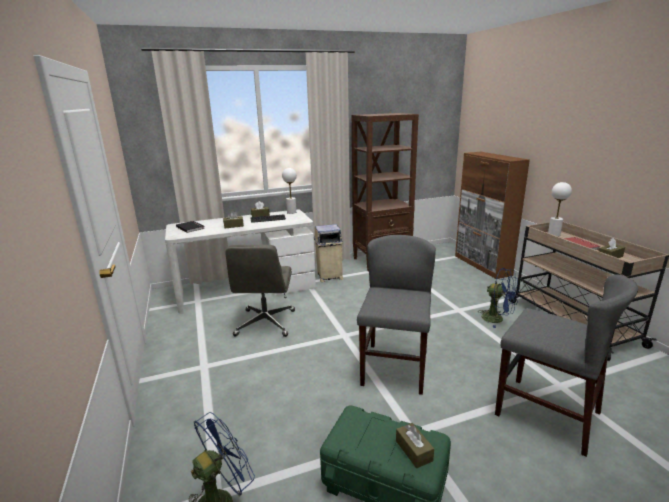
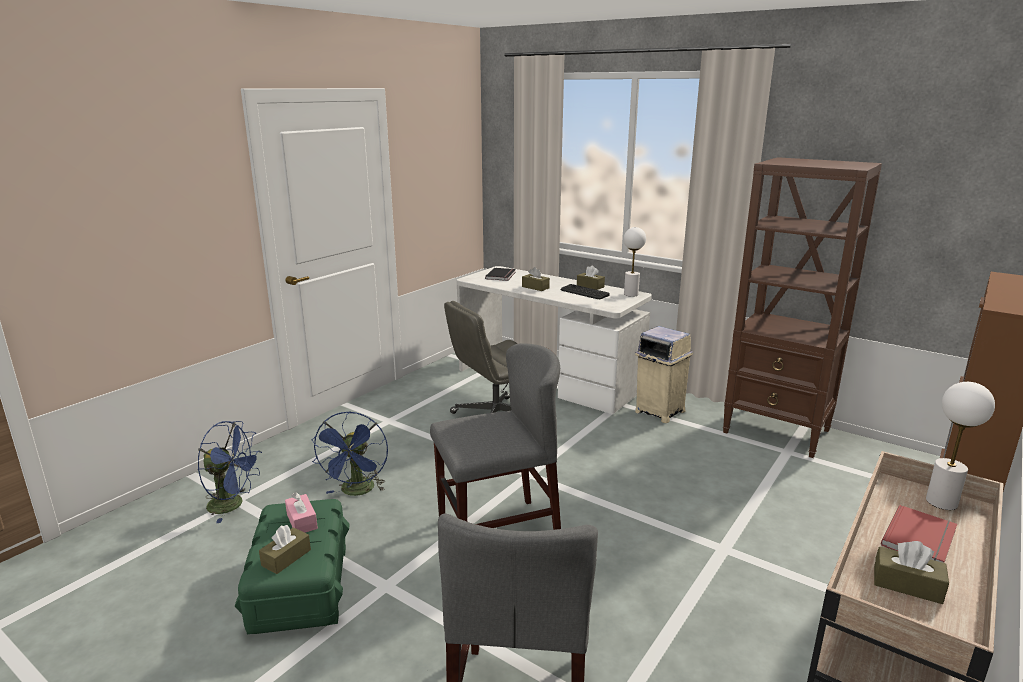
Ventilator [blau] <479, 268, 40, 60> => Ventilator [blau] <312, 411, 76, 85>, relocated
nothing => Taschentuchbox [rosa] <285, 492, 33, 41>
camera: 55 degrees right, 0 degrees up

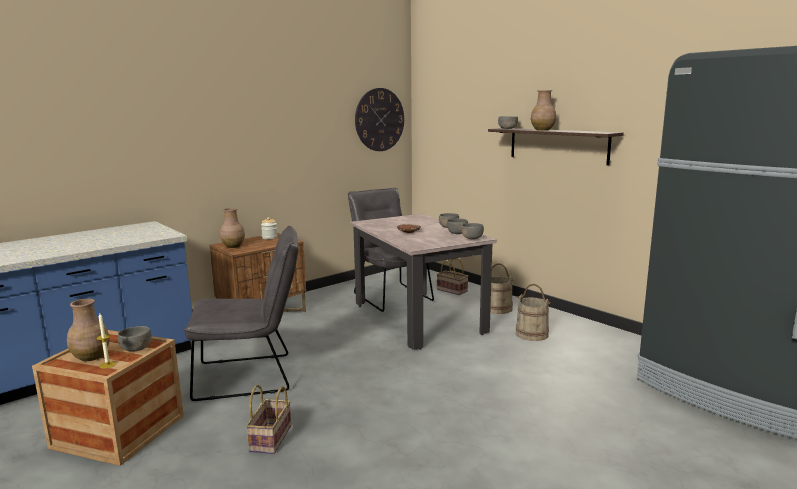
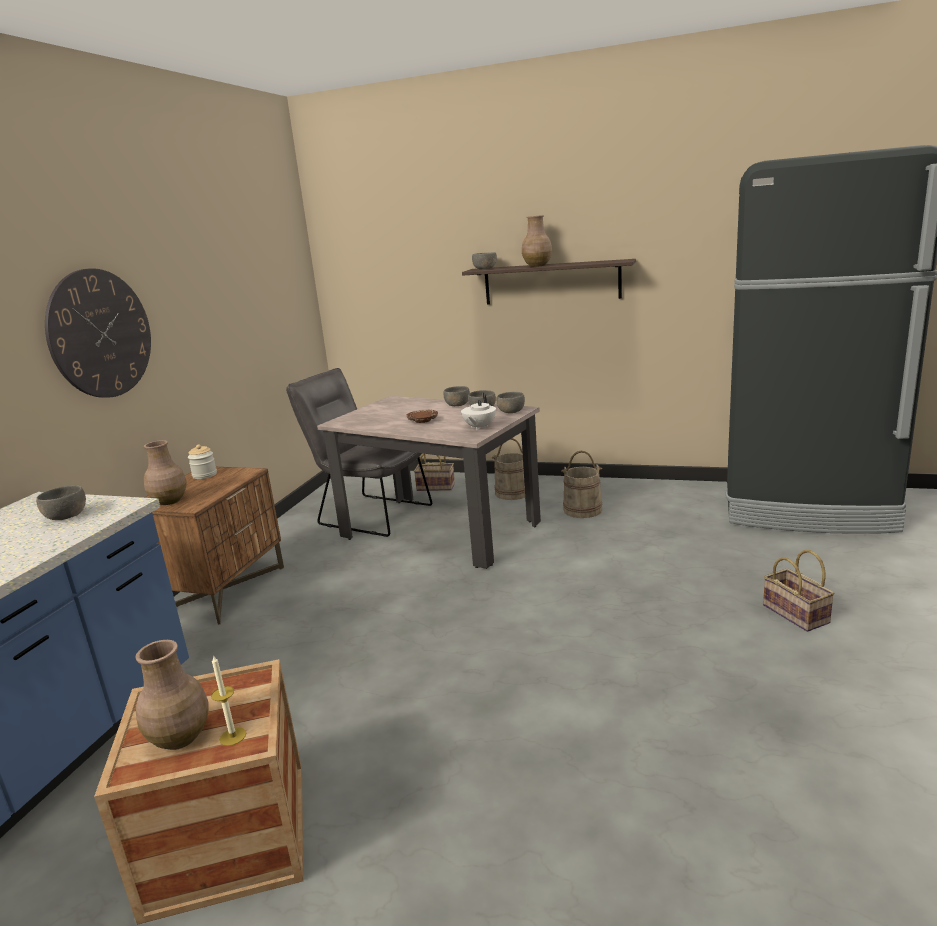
Schüssel [grau] <118, 326, 34, 26> => Schüssel [grau] <36, 485, 50, 35>, relocated
Stuhl [grau] <183, 226, 116, 175> => nothing
Korb <246, 385, 45, 69> => Korb <763, 550, 72, 82>, relocated
Wanduhr <355, 88, 49, 63> => Wanduhr <45, 268, 106, 130>, relocated
nothing => Teekanne [weiß] <461, 393, 35, 37>
camera: 30 degrees left, 5 degrees up

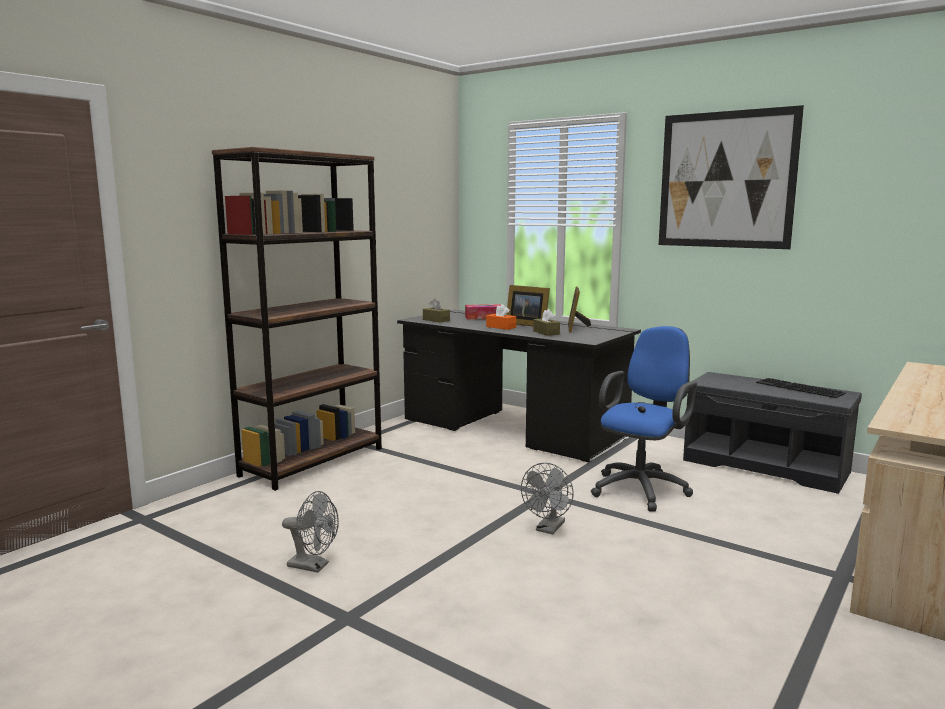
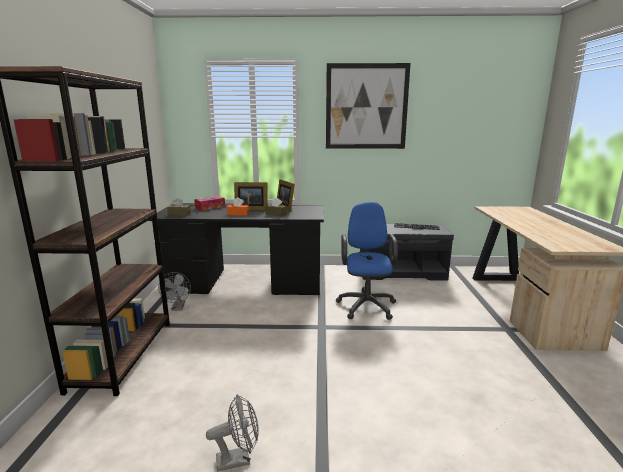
Ventilator [grau] <521, 463, 52, 71> => Ventilator [grau] <158, 272, 33, 39>, relocated
camera: 35 degrees left, 5 degrees up

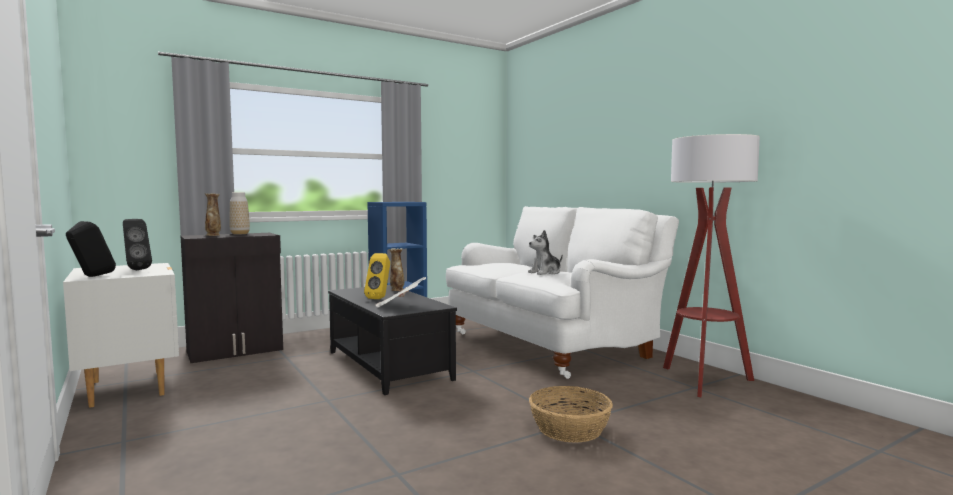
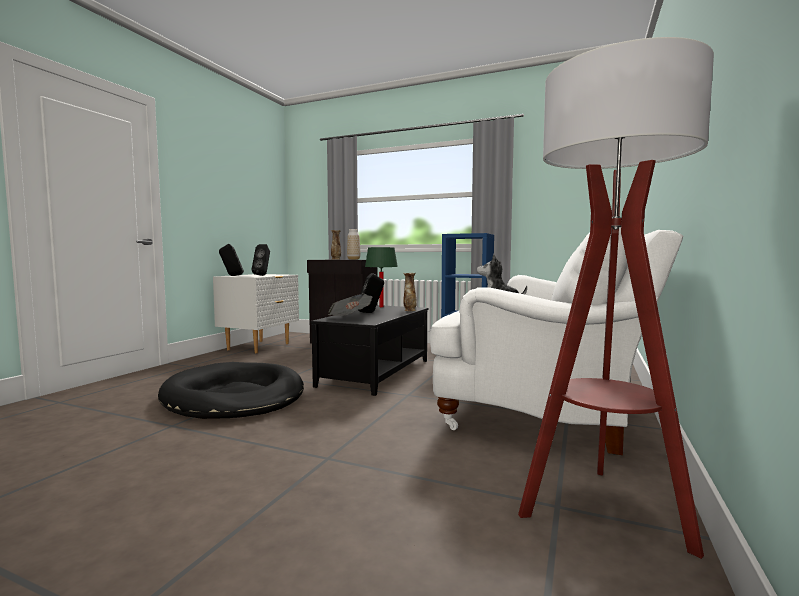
Lautsprecher [gelb] <364, 253, 26, 46> => Lautsprecher [schwarz] <358, 273, 26, 40>
Korb <529, 386, 84, 57> => nothing
nothing => Hundebett [schwarz] <158, 362, 146, 57>
nothing => Tischlampe [grün] <365, 247, 33, 60>
camera: 55 degrees right, 0 degrees up

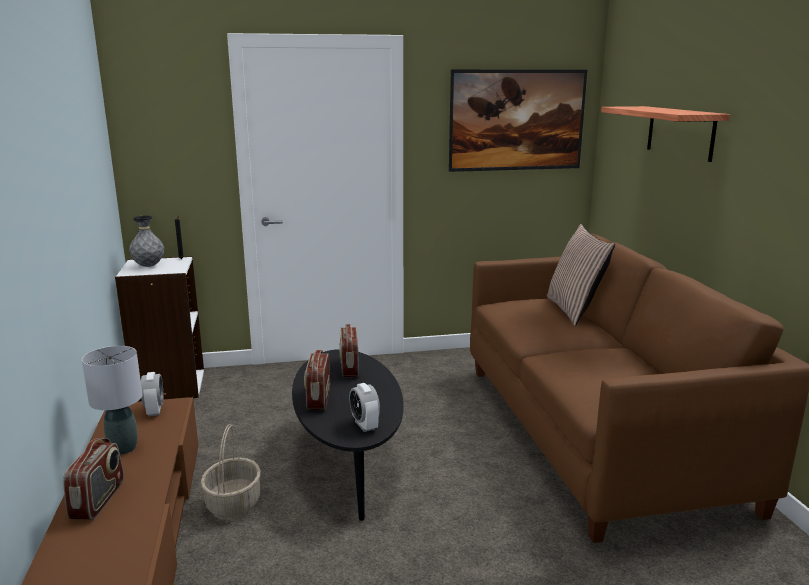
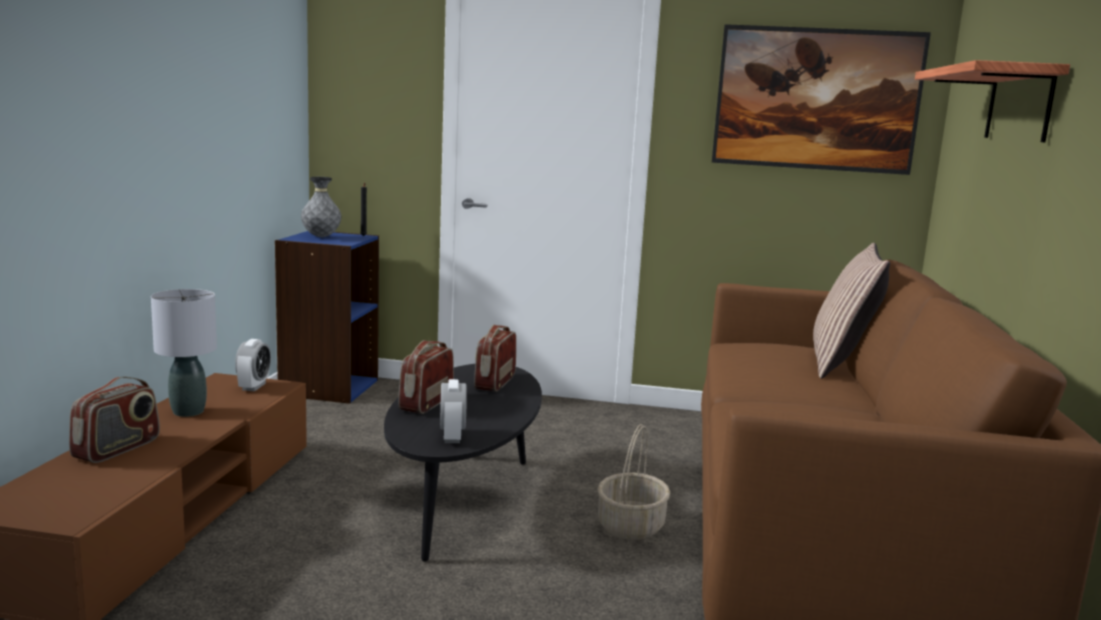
Bücherregal [weiß] <115, 256, 89, 146> => Bücherregal [blau] <275, 231, 104, 173>
Korb <201, 424, 60, 94> => Korb <597, 424, 73, 116>, relocated
camera: 20 degrees right, 5 degrees down

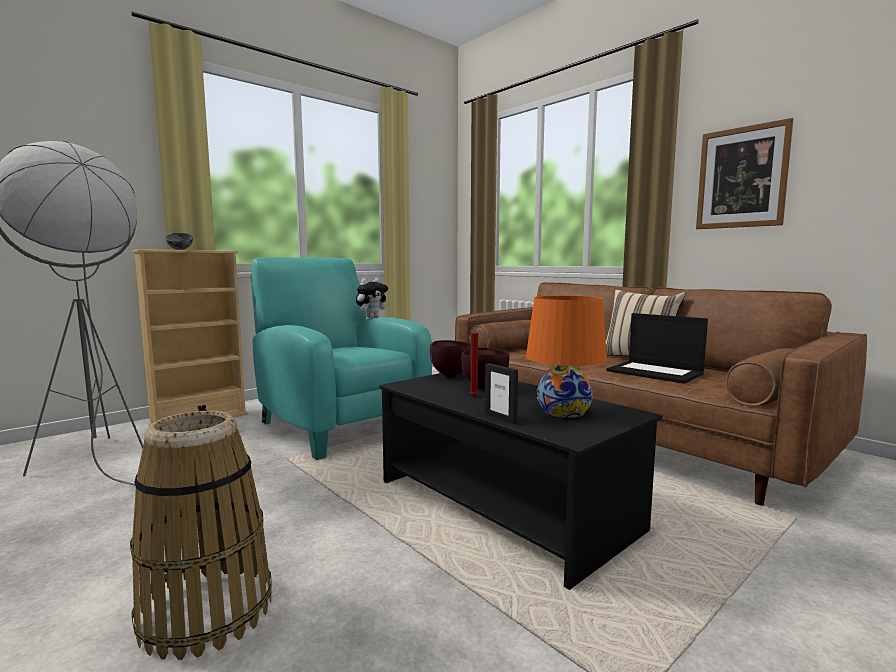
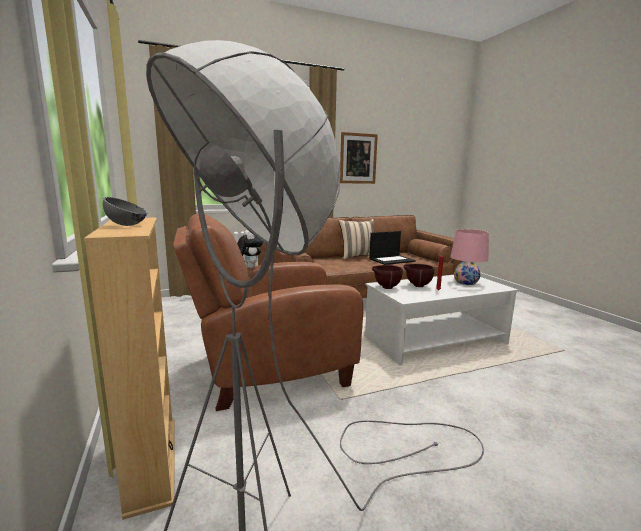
Korb <130, 411, 141, 249> => nothing
Sessel [türkis] <250, 257, 182, 203> => Sessel [braun] <173, 213, 190, 198>
Couchtisch [schwarz] <379, 373, 284, 217> => Couchtisch [weiß] <365, 275, 154, 91>
Bilderrahmen <485, 363, 33, 61> => nothing
Tischlampe [orange] <526, 295, 81, 123> => Tischlampe [rosa] <450, 229, 38, 56>
camera: 70 degrees left, 5 degrees up

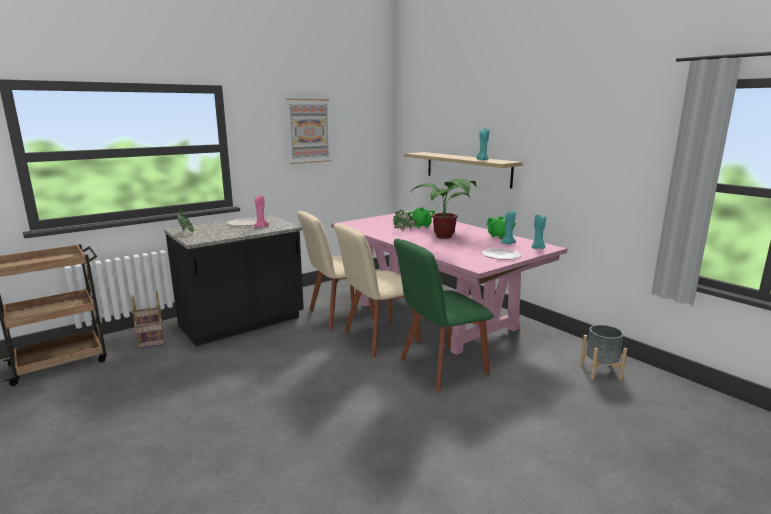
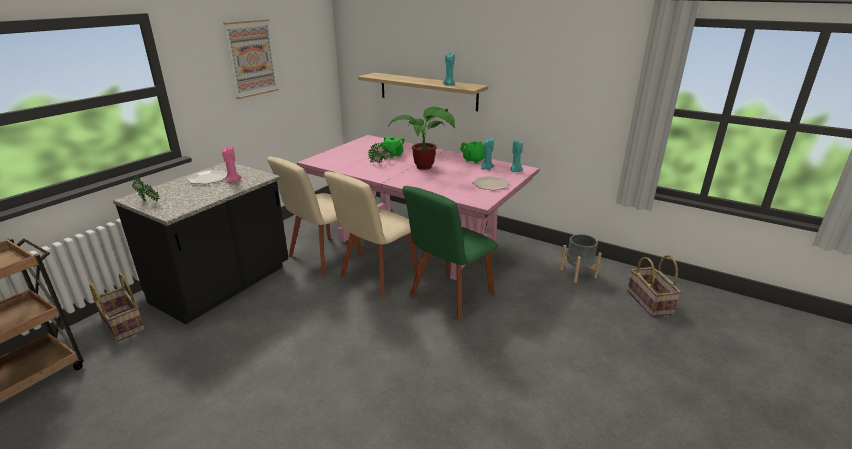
nothing => Korb <627, 255, 54, 62>
camera: 20 degrees left, 10 degrees up

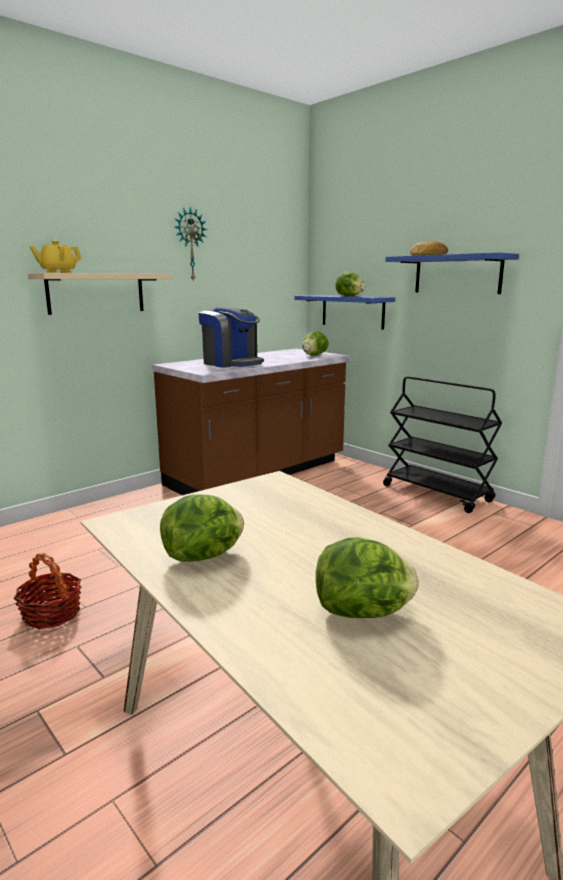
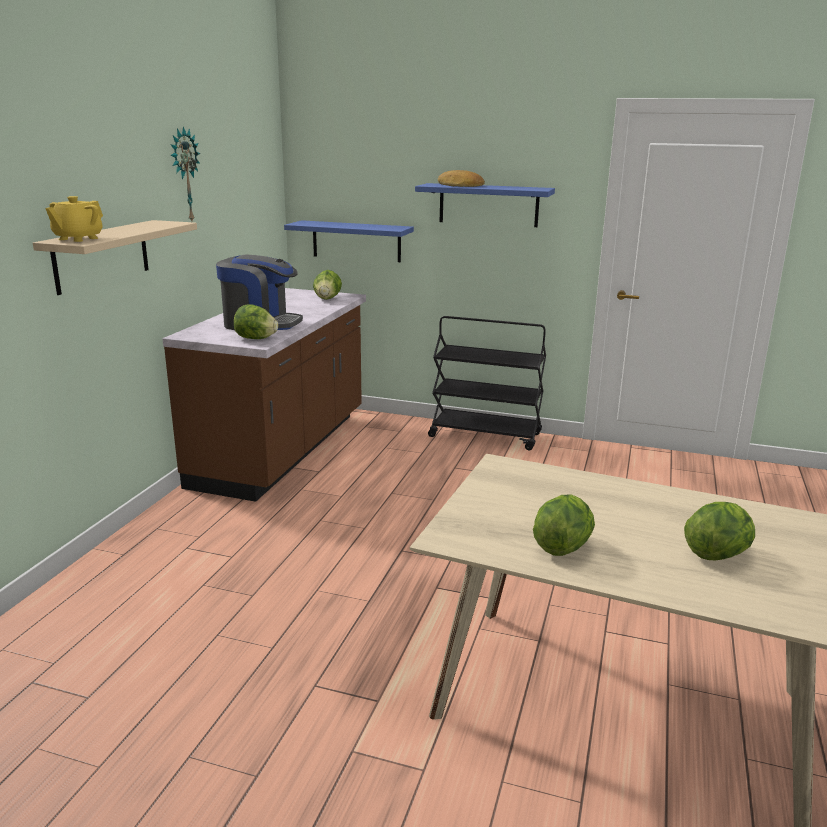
Korb <13, 553, 68, 76> => nothing
Salatkopf <335, 271, 30, 26> => Salatkopf <234, 304, 44, 35>, relocated
camera: 30 degrees left, 5 degrees up

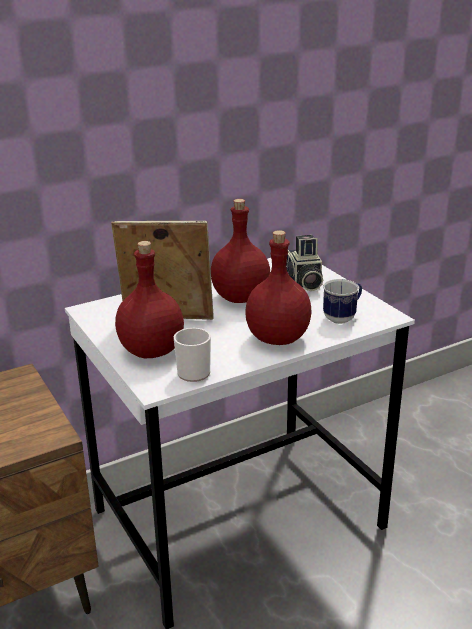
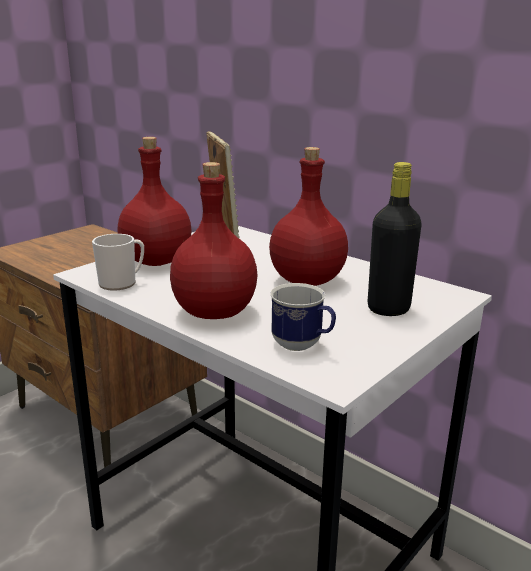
Kamera <286, 235, 37, 56> => Flasche [schwarz] <368, 162, 54, 154>
camera: 70 degrees right, 5 degrees down

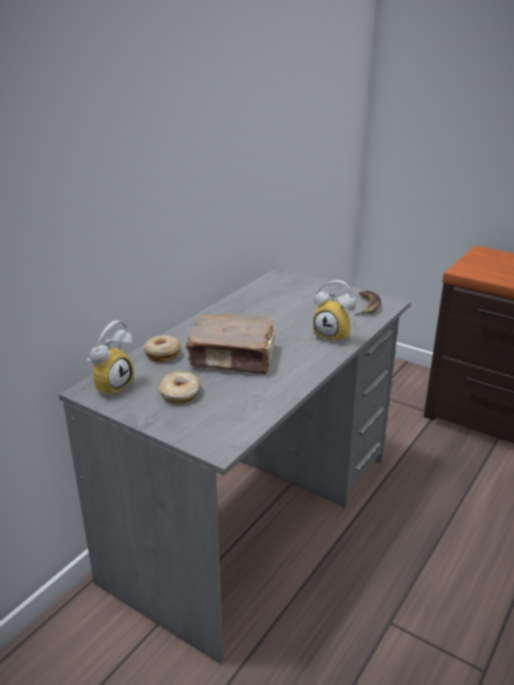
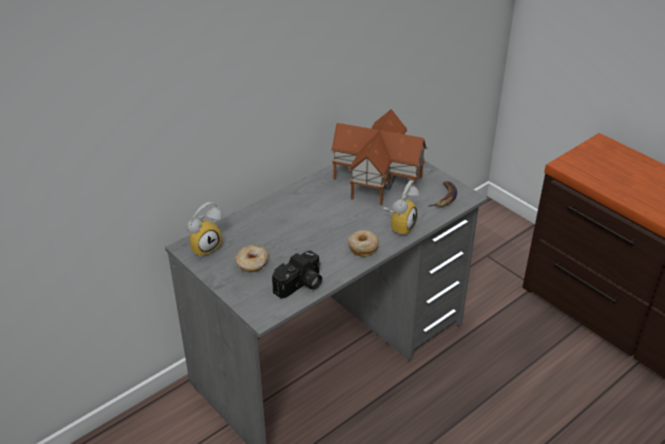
Donut <143, 335, 38, 27> => Donut <348, 230, 31, 27>, relocated
Buch [braun] <186, 315, 90, 59> => nothing
Wecker <313, 280, 43, 64> => Wecker <383, 180, 36, 56>, 105 degrees counterclockwise
nothing => Kamera <272, 250, 50, 49>
nothing => Spielzeughaus <331, 109, 97, 96>
camera: 15 degrees right, 10 degrees up

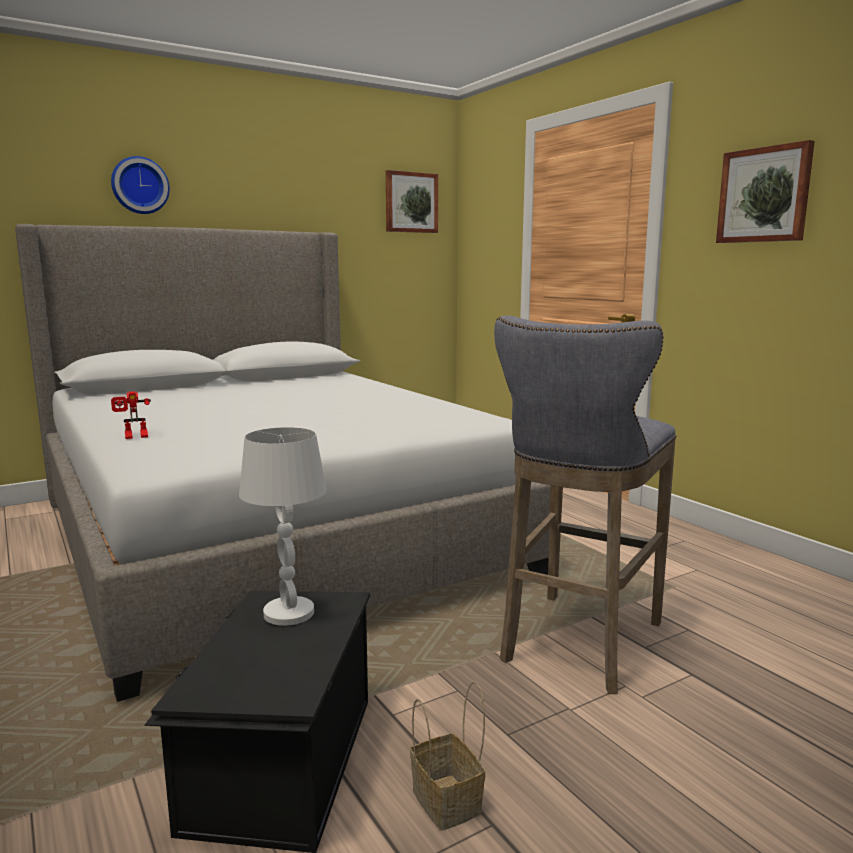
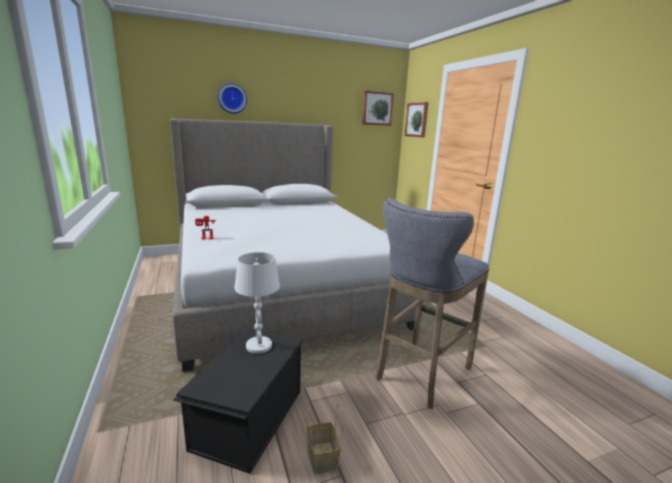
Bild <716, 140, 99, 103> => Bild <405, 102, 24, 35>, relocated
camera: 10 degrees right, 5 degrees up

